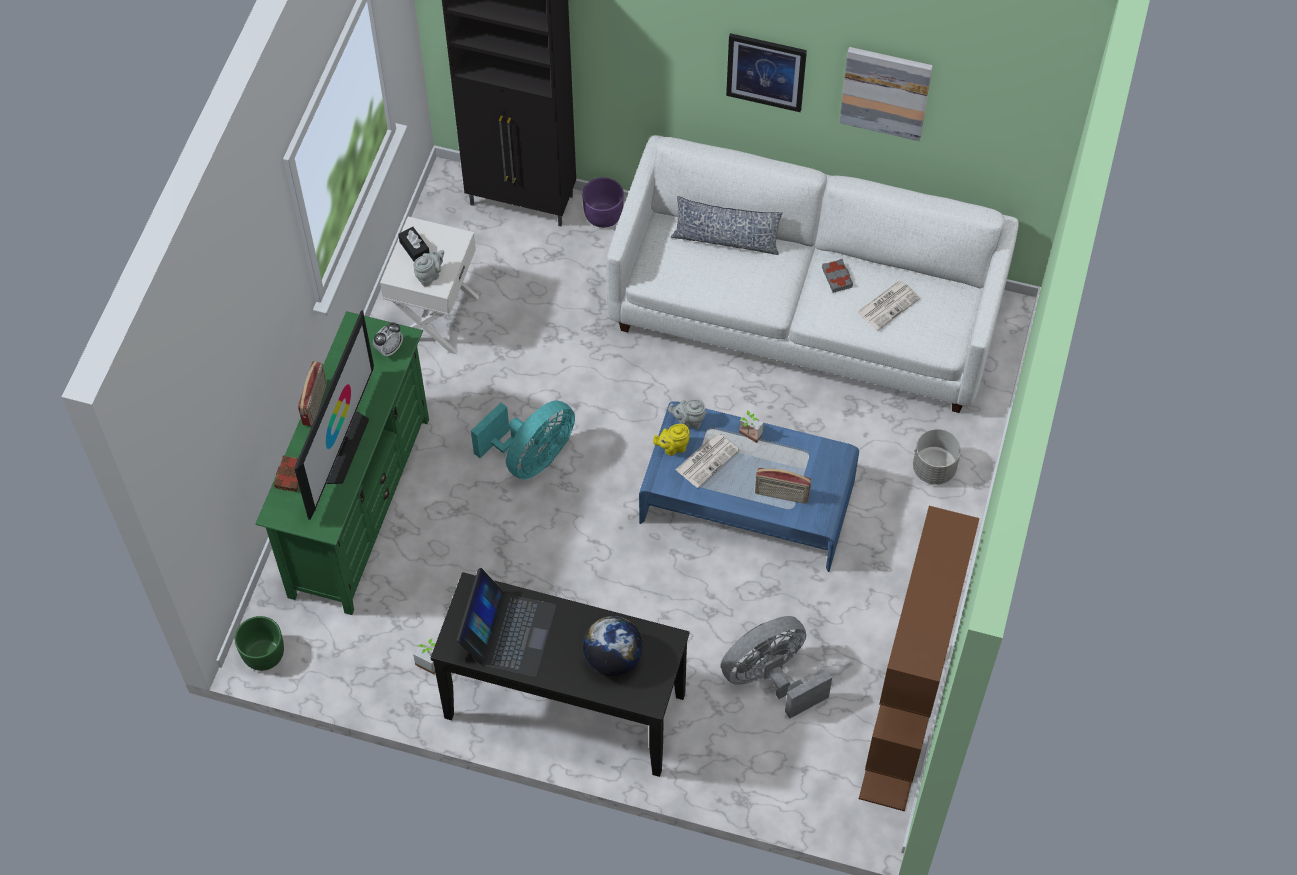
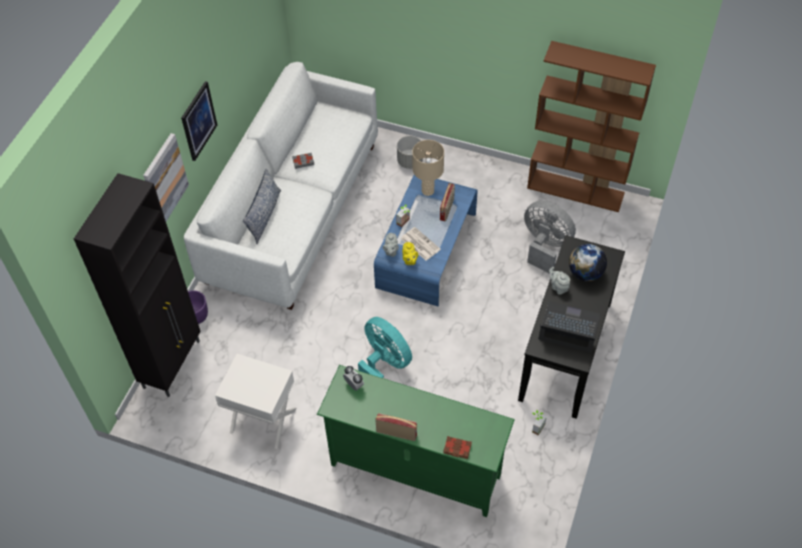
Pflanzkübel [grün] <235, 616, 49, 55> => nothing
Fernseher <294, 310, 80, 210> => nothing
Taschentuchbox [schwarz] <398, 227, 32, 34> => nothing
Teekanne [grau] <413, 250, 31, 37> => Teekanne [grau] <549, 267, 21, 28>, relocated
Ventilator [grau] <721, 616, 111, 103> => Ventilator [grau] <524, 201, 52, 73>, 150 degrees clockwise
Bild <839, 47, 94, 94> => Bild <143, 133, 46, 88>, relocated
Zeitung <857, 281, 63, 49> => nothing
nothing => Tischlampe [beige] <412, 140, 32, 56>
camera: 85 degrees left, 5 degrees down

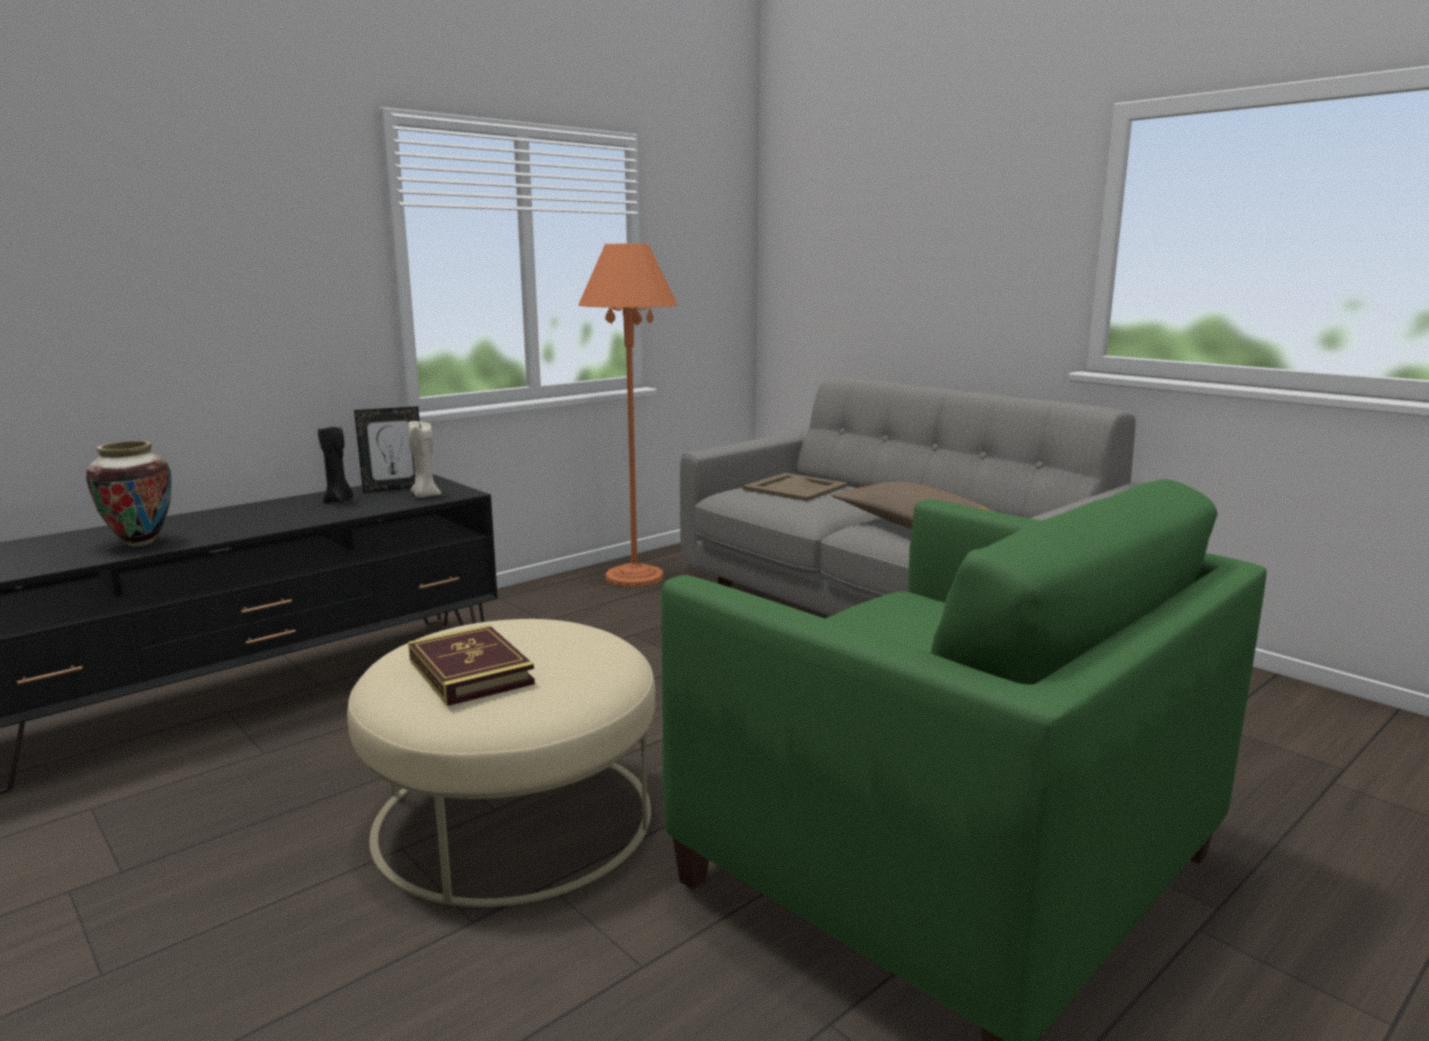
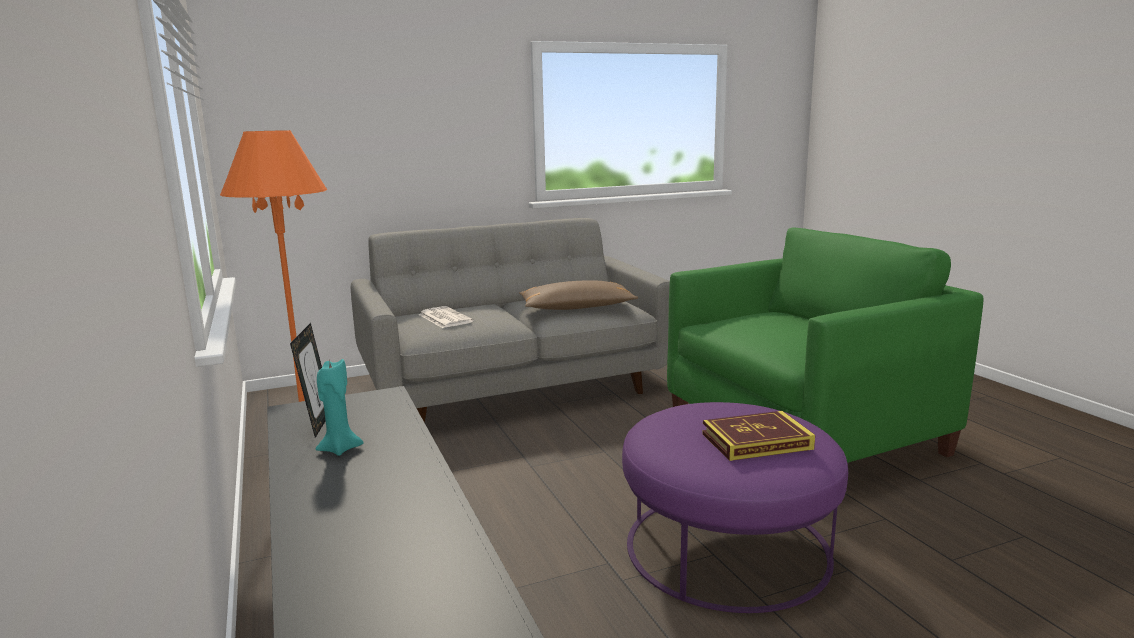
Vase <86, 441, 86, 105> => nothing
Kerze [schwarz] <318, 427, 35, 76> => Kerze [türkis] <316, 359, 47, 97>
Polsterhocker [beige] <347, 619, 309, 288> => Polsterhocker [lila] <622, 402, 226, 211>
Kerze [beige] <408, 421, 34, 77> => nothing
Tablett [beige] <743, 473, 105, 28> => Zeitung <418, 306, 56, 22>
camera: 70 degrees left, 0 degrees up

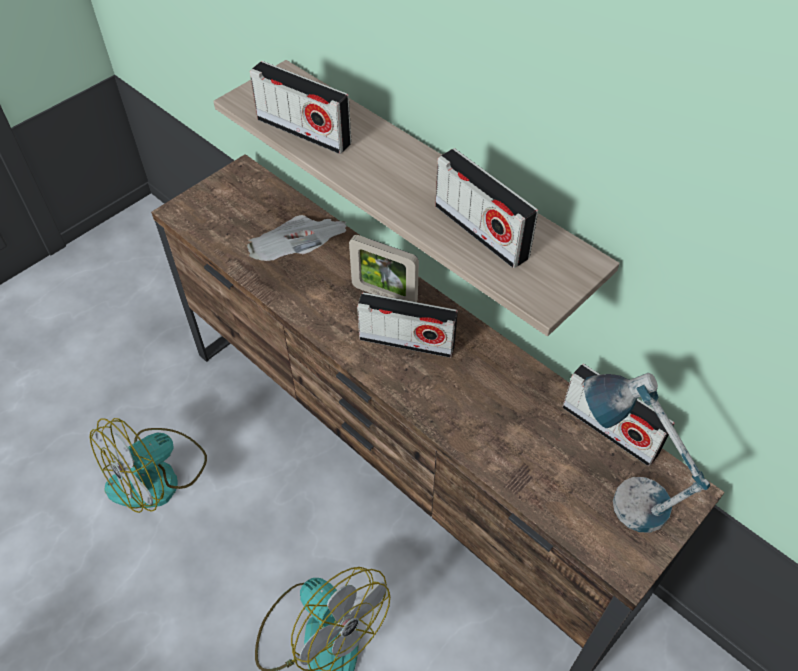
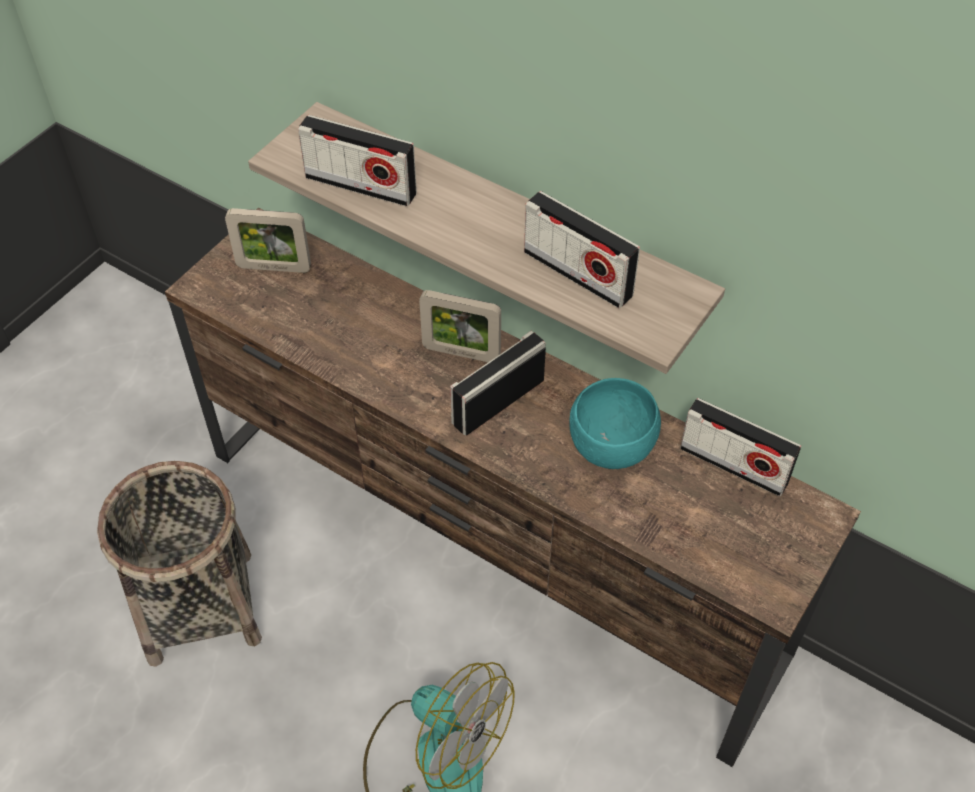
Ventilator <90, 418, 117, 95> => Korb <97, 461, 165, 206>
Zeitung <247, 215, 100, 46> => nothing
Radio <357, 292, 101, 66> => Radio <450, 331, 96, 105>, 135 degrees clockwise
Tischlampe <584, 373, 126, 160> => nothing
nothing => Bilderrahmen <225, 208, 86, 65>
nothing => Schüssel [türkis] <569, 378, 92, 91>
camera: 10 degrees left, 0 degrees up

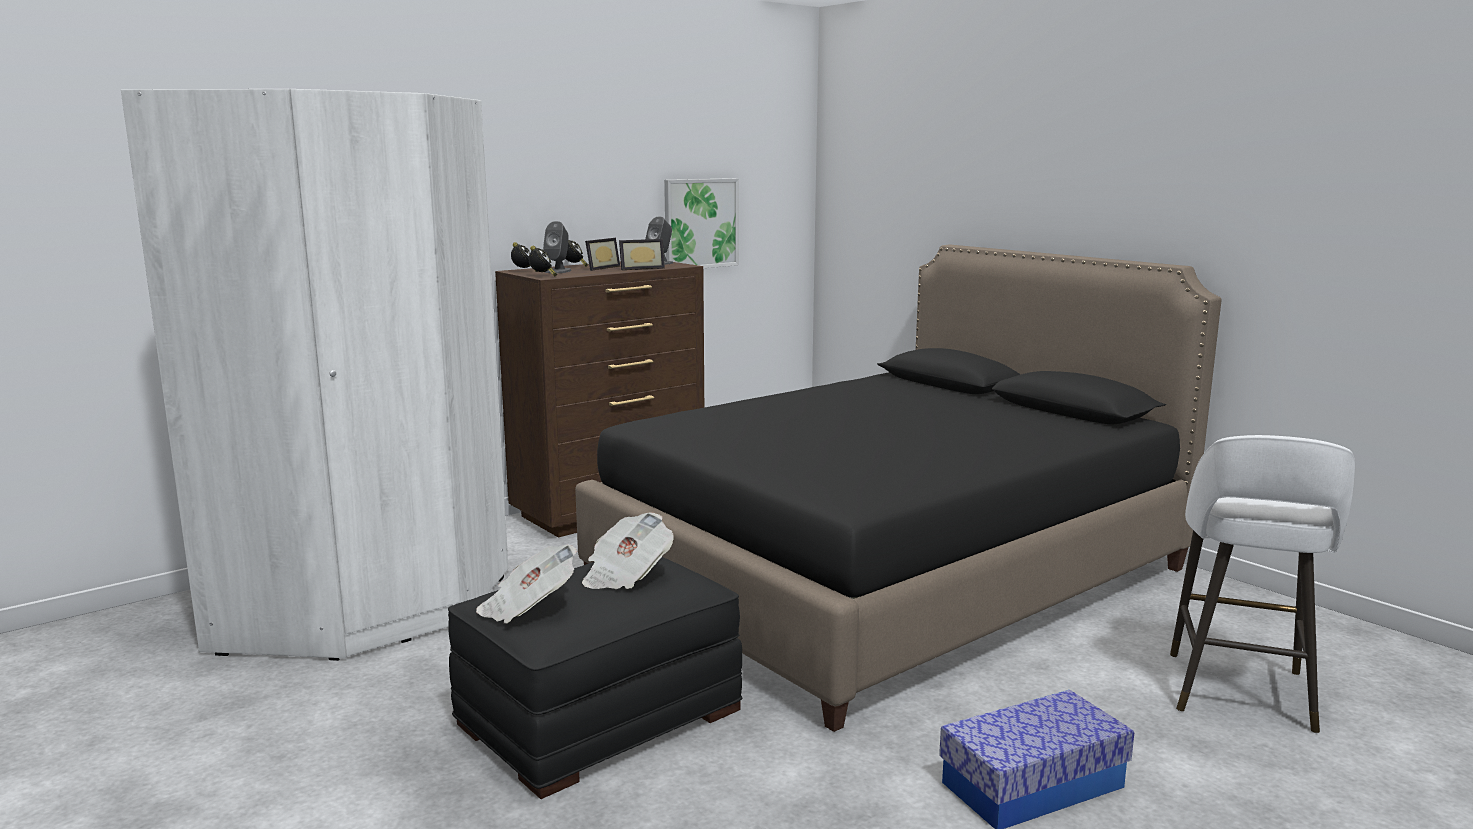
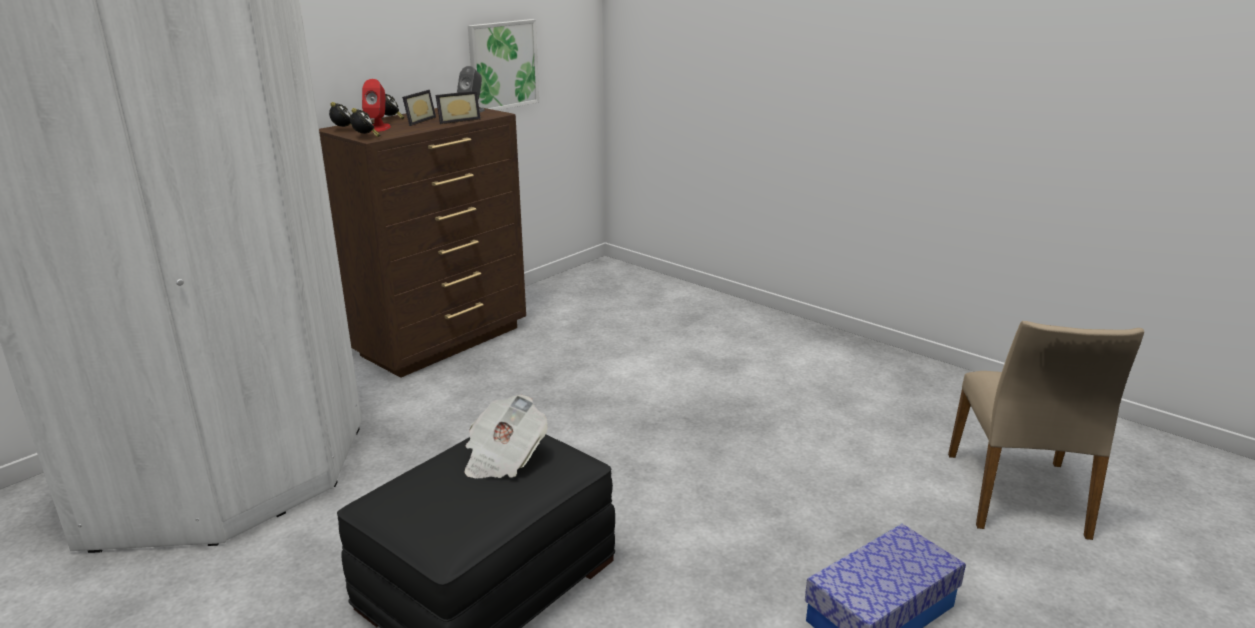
Zeitung <476, 545, 101, 78> => nothing
Lautsprecher [grau] <543, 221, 28, 52> => Lautsprecher [rot] <362, 79, 29, 53>
Bett [schwarz] <575, 245, 647, 487> => nothing
Hocker [weiß] <1170, 435, 185, 298> => Stuhl [beige] <948, 321, 196, 219>
camera: 10 degrees left, 10 degrees up

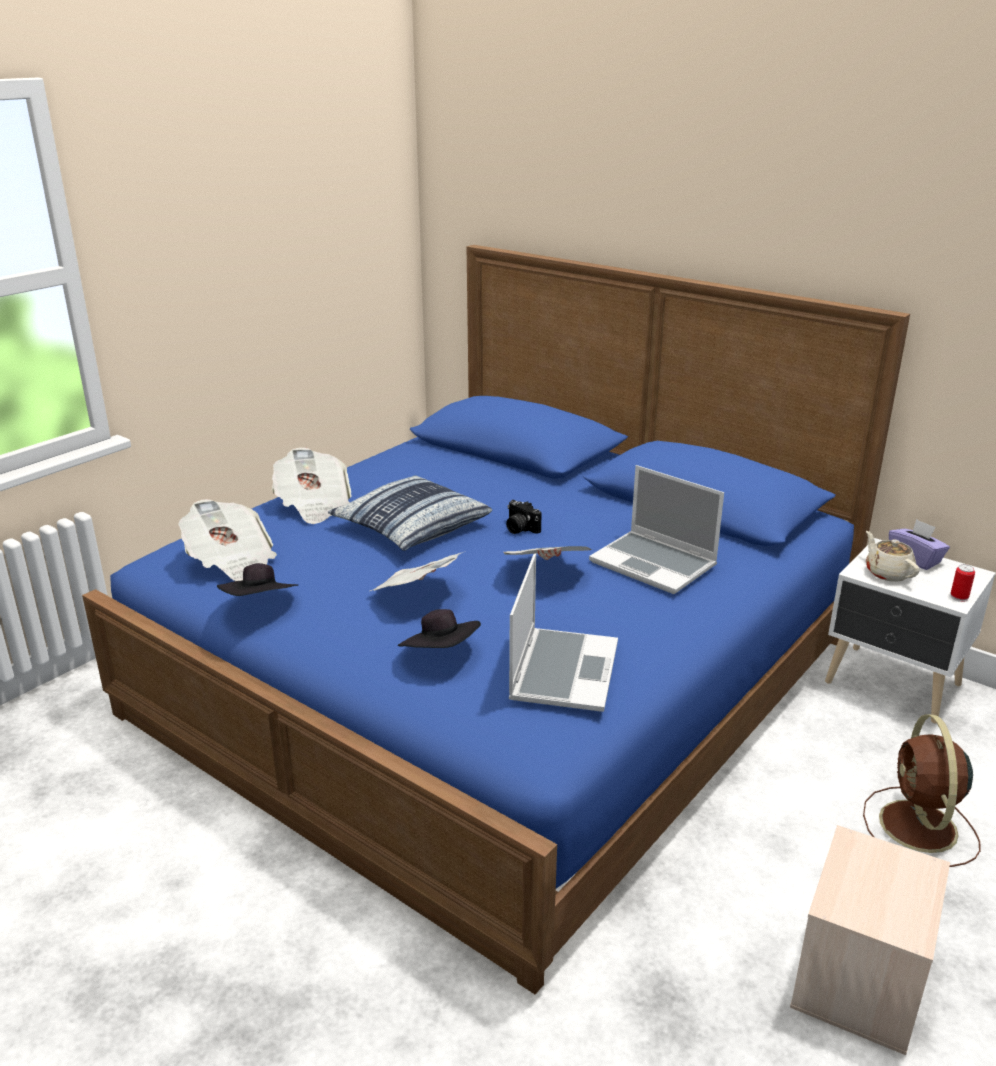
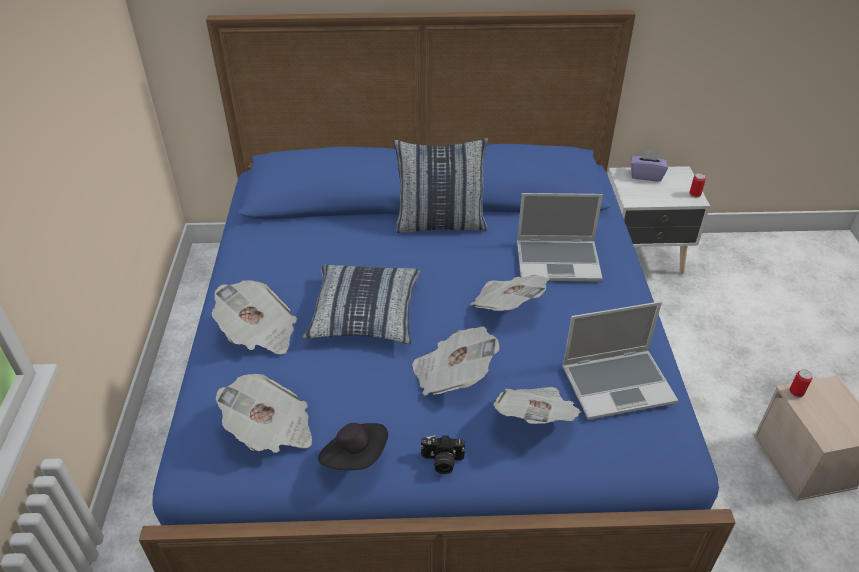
Hut [schwarz] <398, 609, 83, 39> => Zeitung <493, 387, 88, 37>
Kamera <506, 500, 35, 34> => Kamera <420, 435, 45, 39>, relocated
Laptop <509, 553, 109, 159> => Laptop <562, 301, 116, 119>, 105 degrees clockwise
Ventilator [braun] <863, 714, 118, 153> => nothing
Teekanne [beige] <866, 531, 54, 51> => nothing
nothing => Kissen <393, 138, 95, 95>
nothing => Dose <789, 369, 23, 29>
camera: 40 degrees left, 15 degrees up

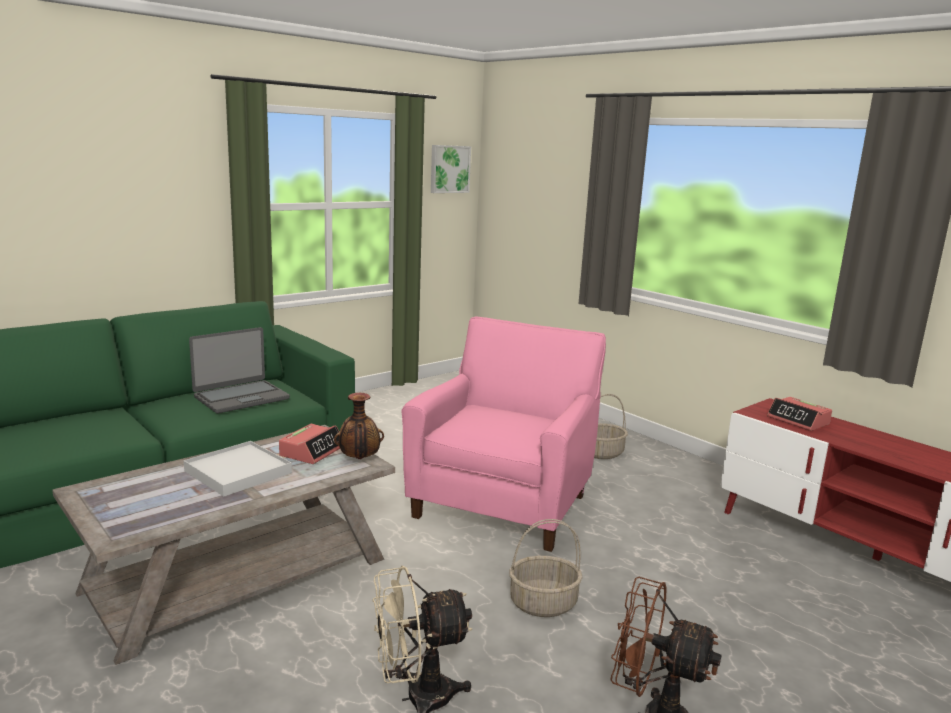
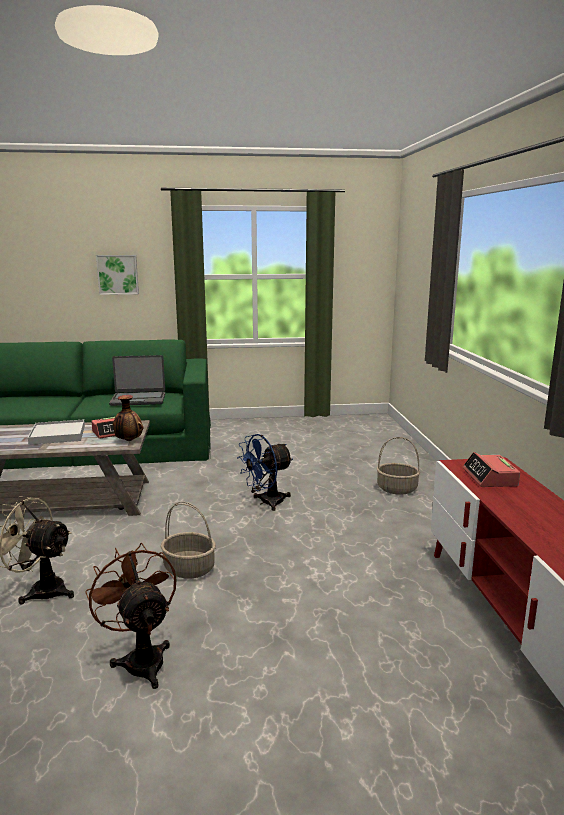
Sessel [rosa] <401, 317, 205, 235> => Ventilator [blau] <237, 434, 56, 77>
Bild <431, 145, 40, 48> => Bild <96, 255, 43, 40>, relocated
camera: 35 degrees right, 0 degrees up

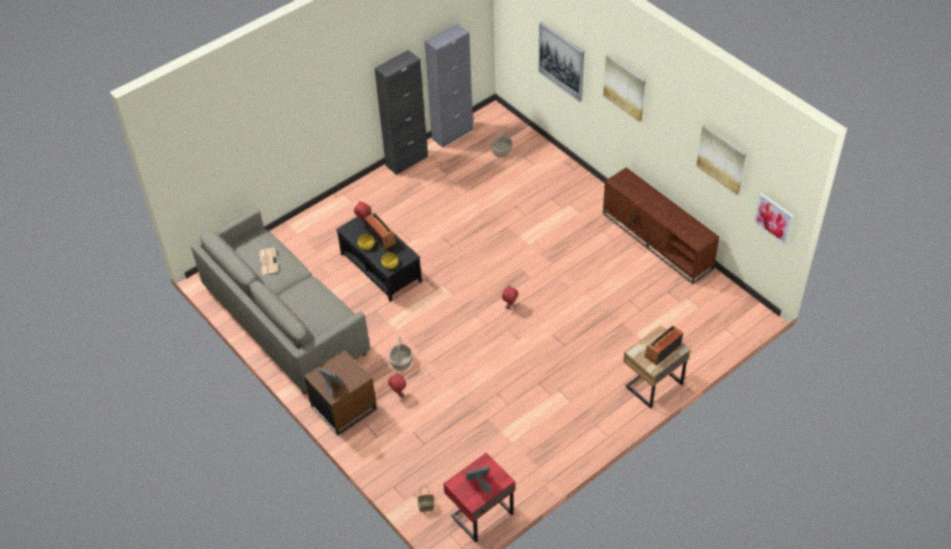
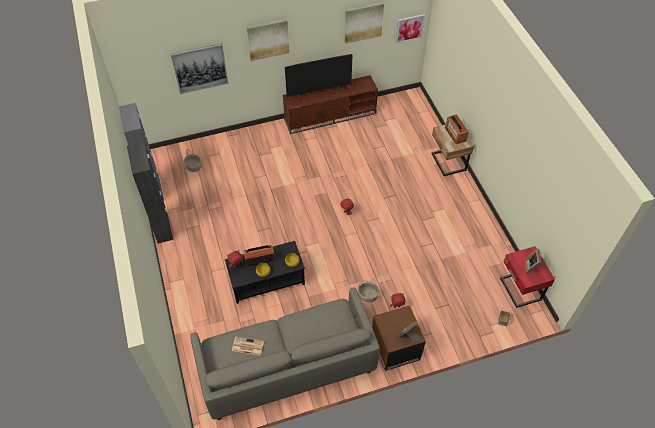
nothing => Fernseher <285, 54, 68, 47>
camera: 70 degrees left, 5 degrees up

